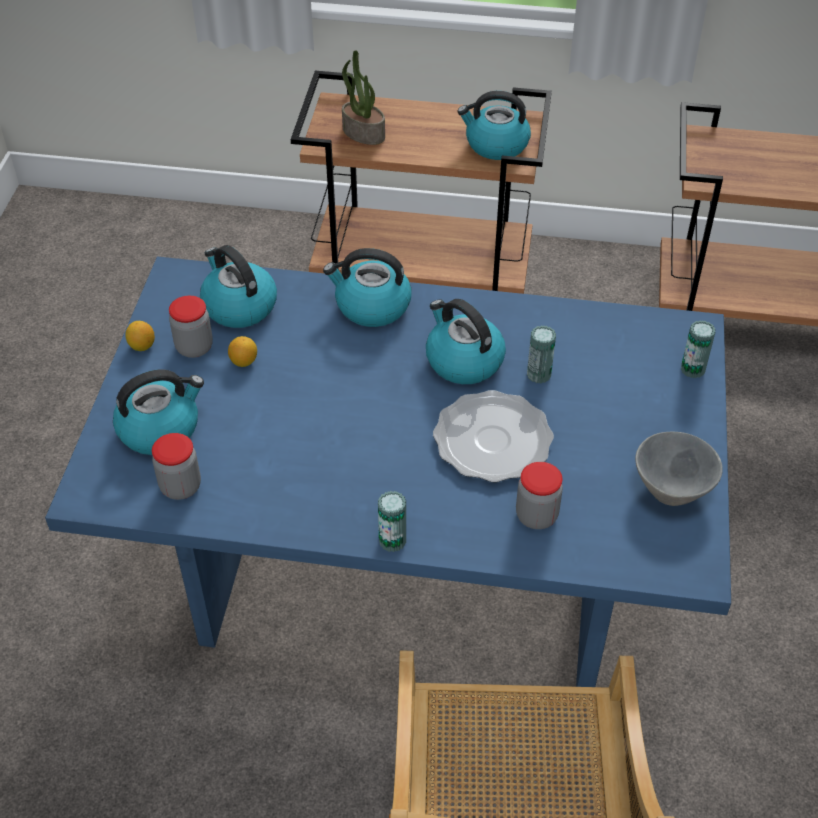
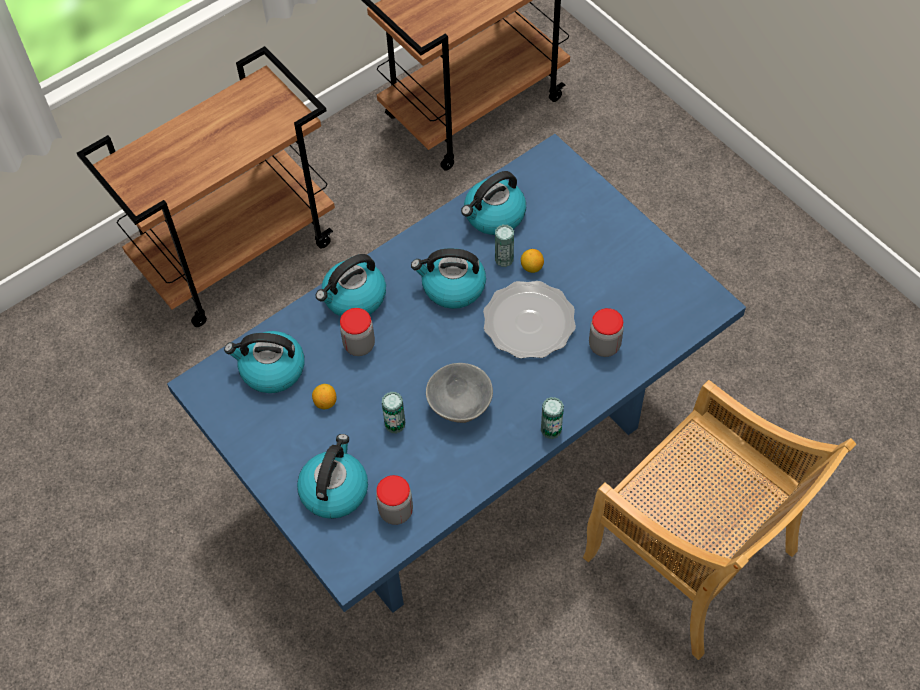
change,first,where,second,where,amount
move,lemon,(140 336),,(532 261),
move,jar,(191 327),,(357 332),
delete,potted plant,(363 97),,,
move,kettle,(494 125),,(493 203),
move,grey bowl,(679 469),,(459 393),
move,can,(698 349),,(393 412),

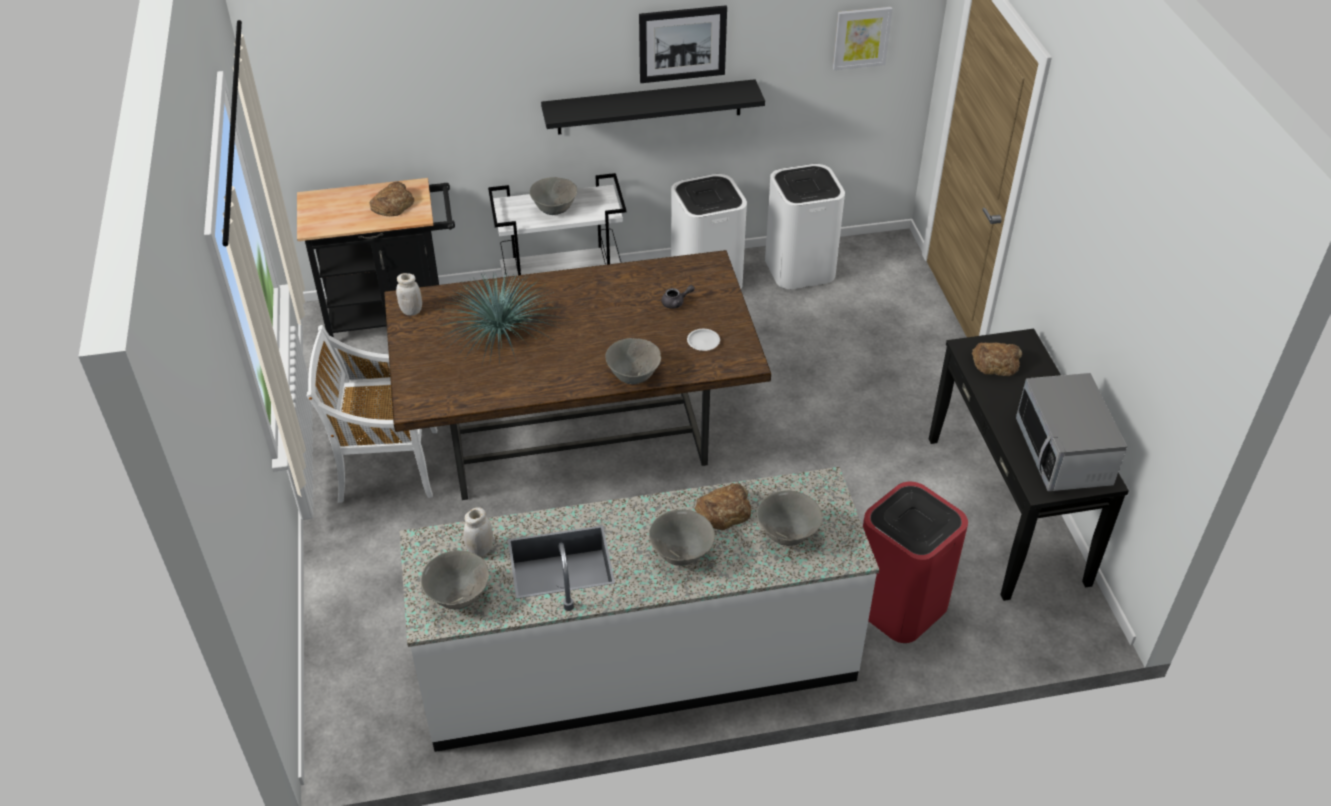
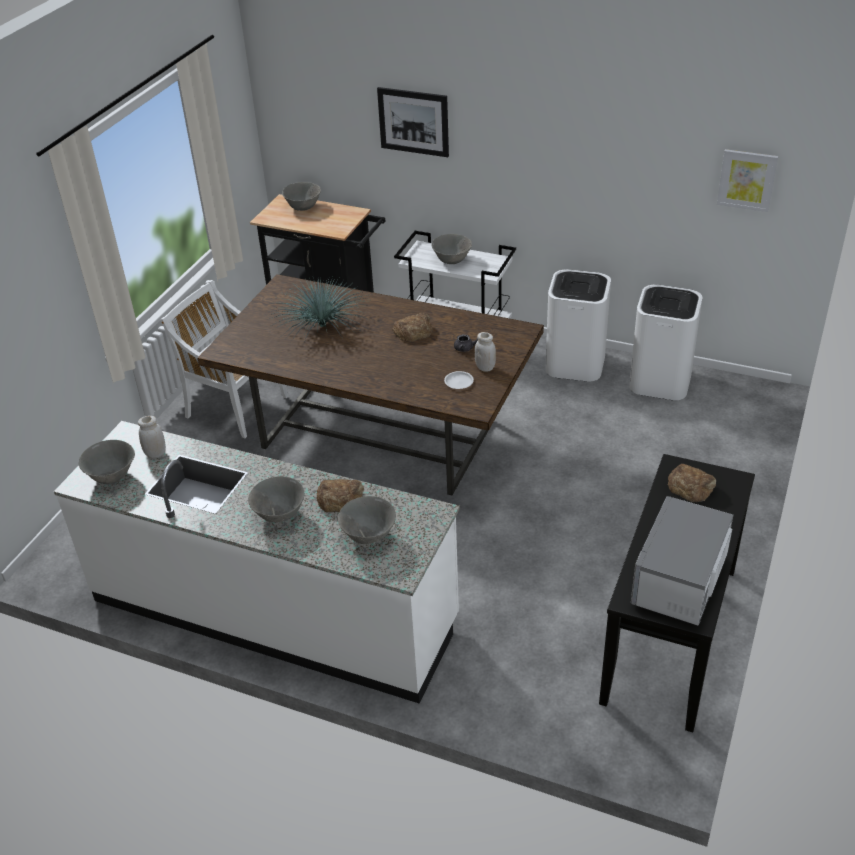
change,first,where,second,where,amount
move,bread,(392 198),,(412 327),
move,white jar,(409 294),,(485 352),
delete,black shelf,(653 107),,,
move,grey bowl,(633 361),,(301 196),
move,picture,(683 44),,(413 122),
delete,red trash can,(915 562),,,

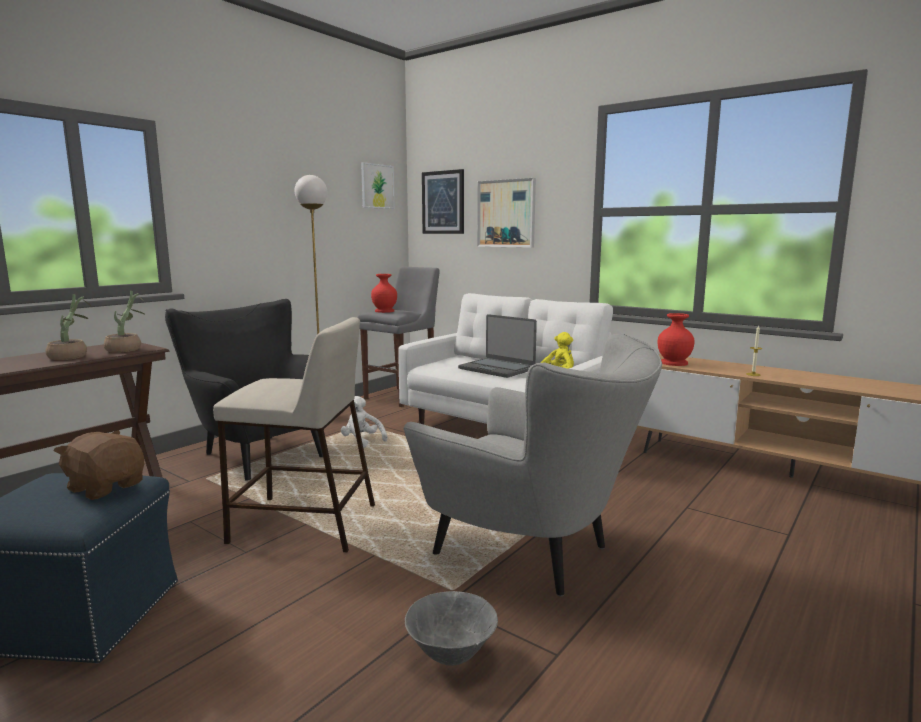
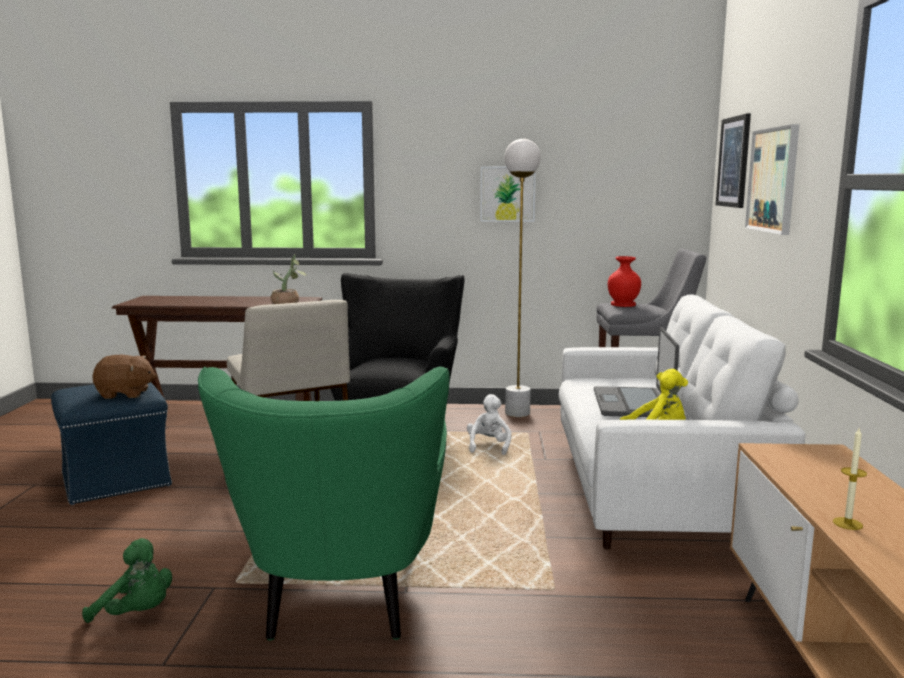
change,first,where,second,where,amount
delete,potted plant,(68 327),,,
rotate,brown plush toy,(99 465),,(124 377),90 degrees clockwise
move,picture,(378 185),,(508 194),
recolor,grey armchair,(532 465),green armchair,(324 504),
replace,grey bowl,(451 628),green plush toy,(127 580),
delete,red vase,(676 339),,,

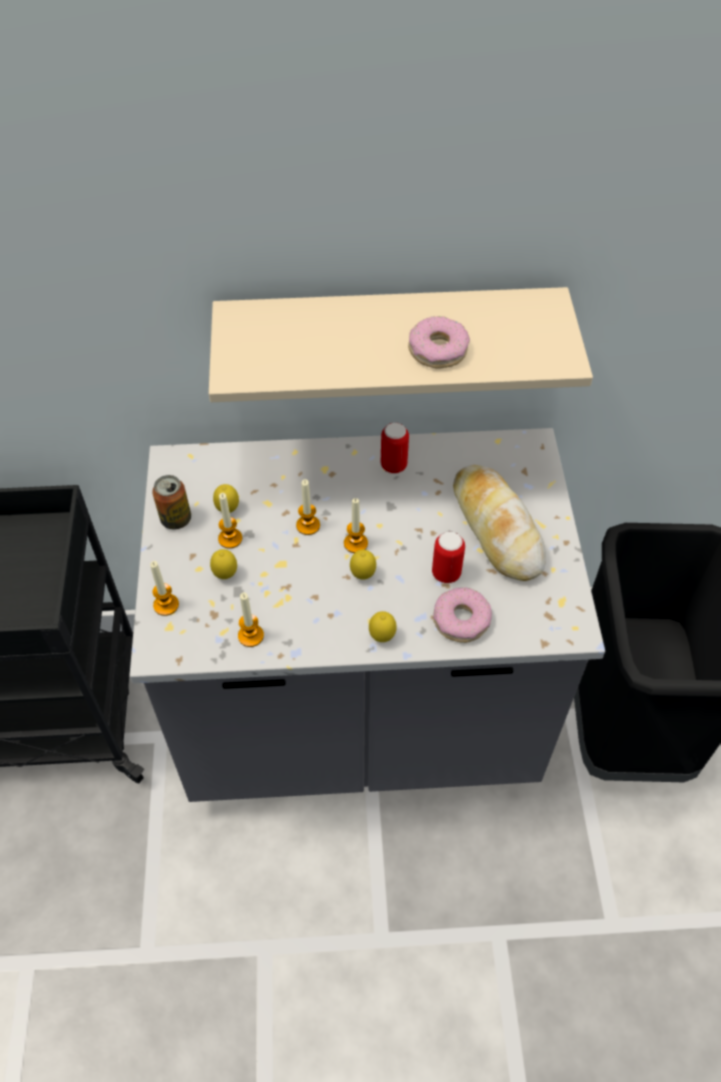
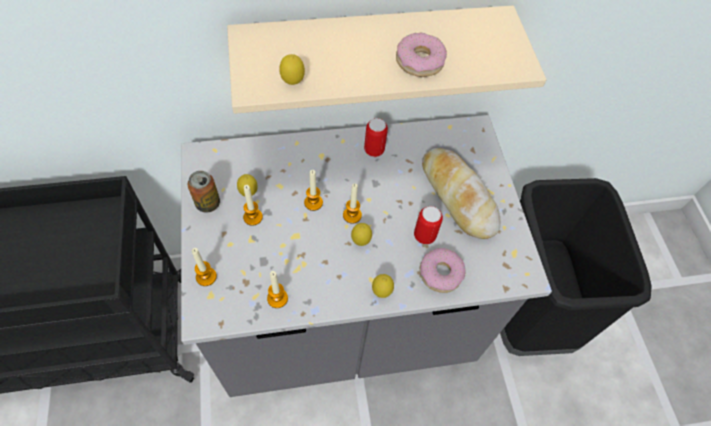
change,first,where,second,where,amount
move,lemon,(223 564),,(292 69),

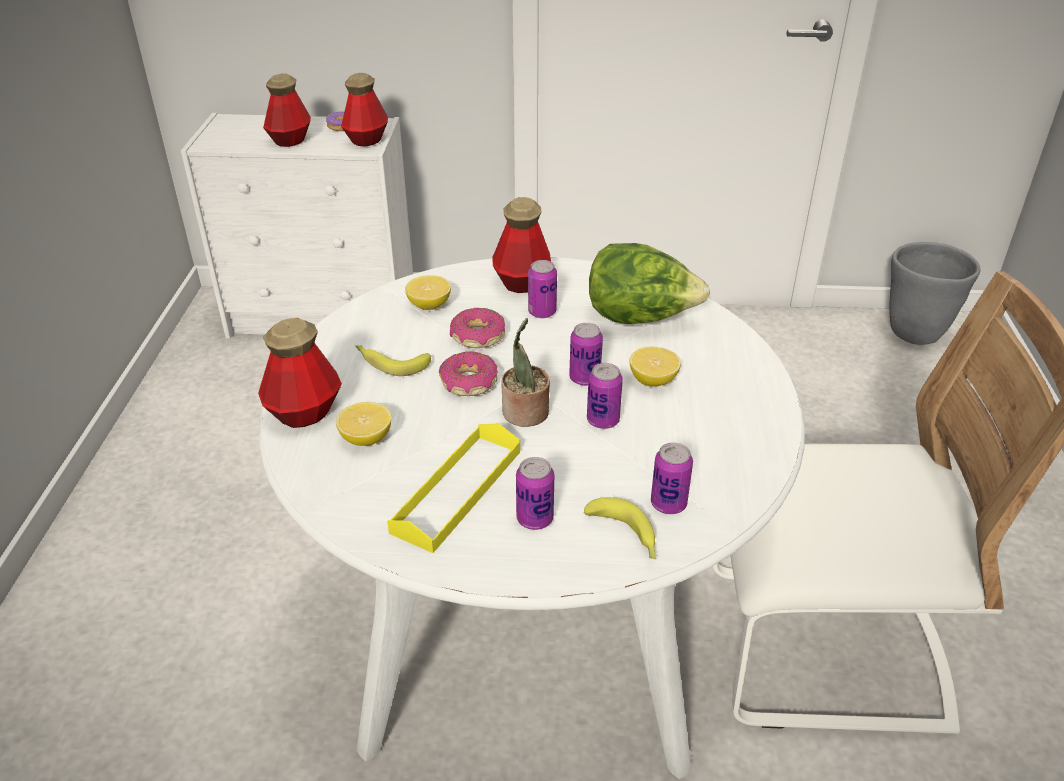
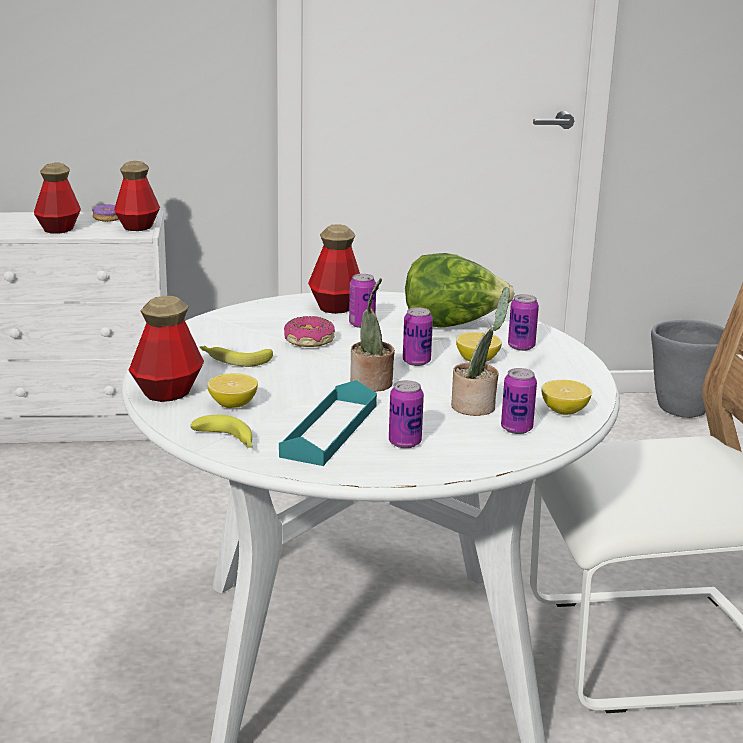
change,first,where,second,where,amount
recolor,yellow tray,(453 488),turquoise tray,(328 423),
move,lemon,(428 292),,(566 397),
delete,donut,(468 373),,,
move,banana,(620 528),,(221 431),
move,can,(605 396),,(523 322),
insert,,,potted plant,(480 351),

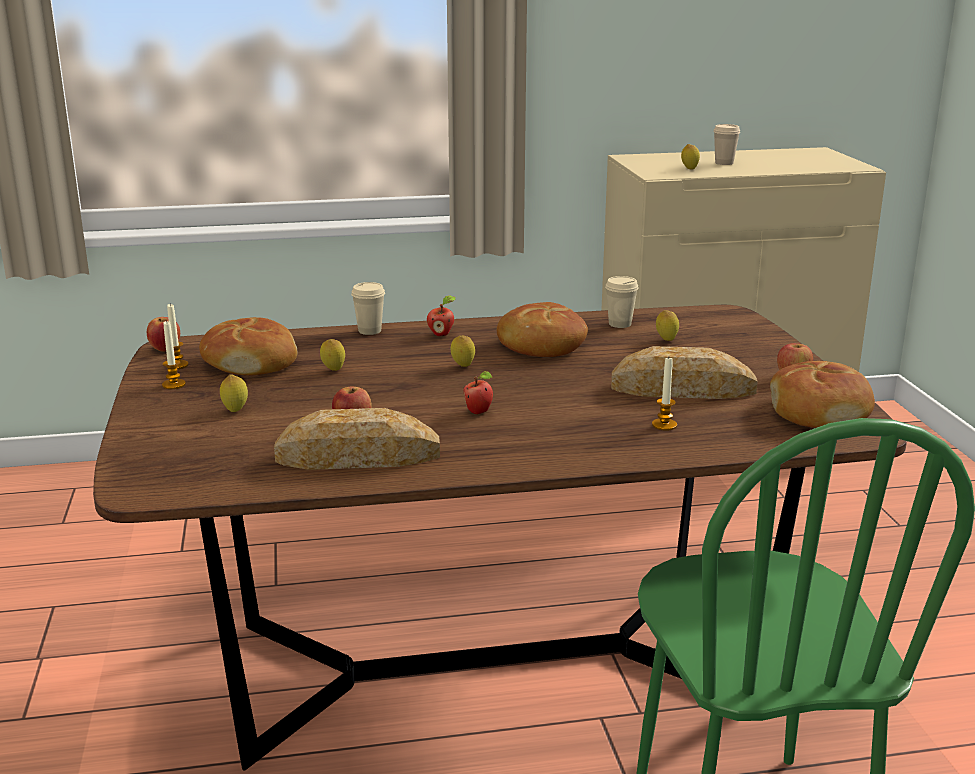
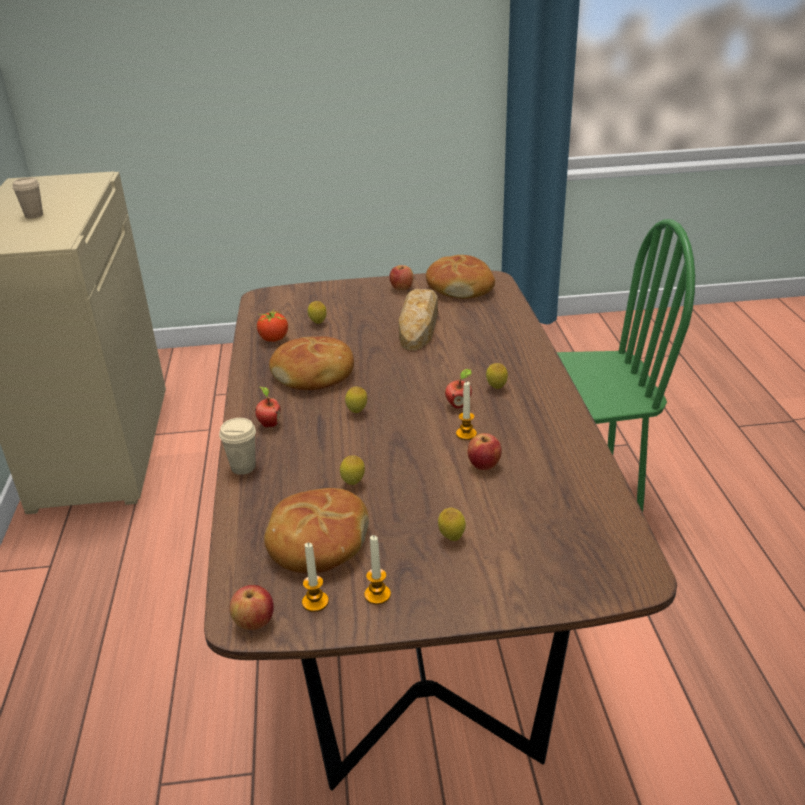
change,first,where,second,where,amount
delete,bread,(357 439),,,
replace,beige cup,(622 302),tomato,(272 326),
move,candle,(664 394),,(466 411),
move,lemon,(690 157),,(497 376),

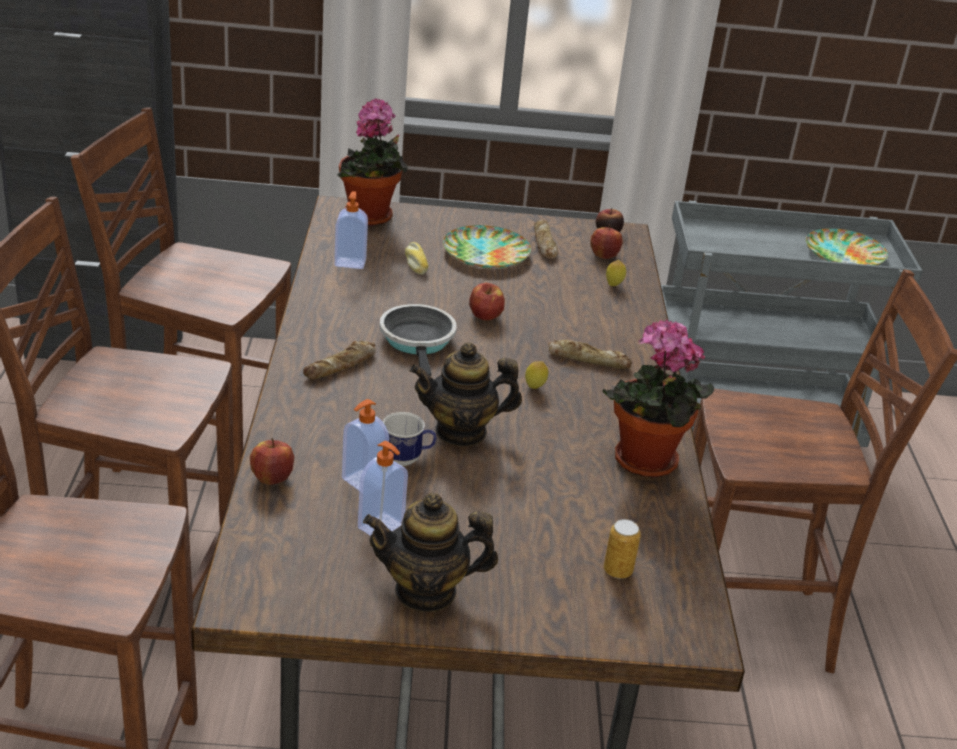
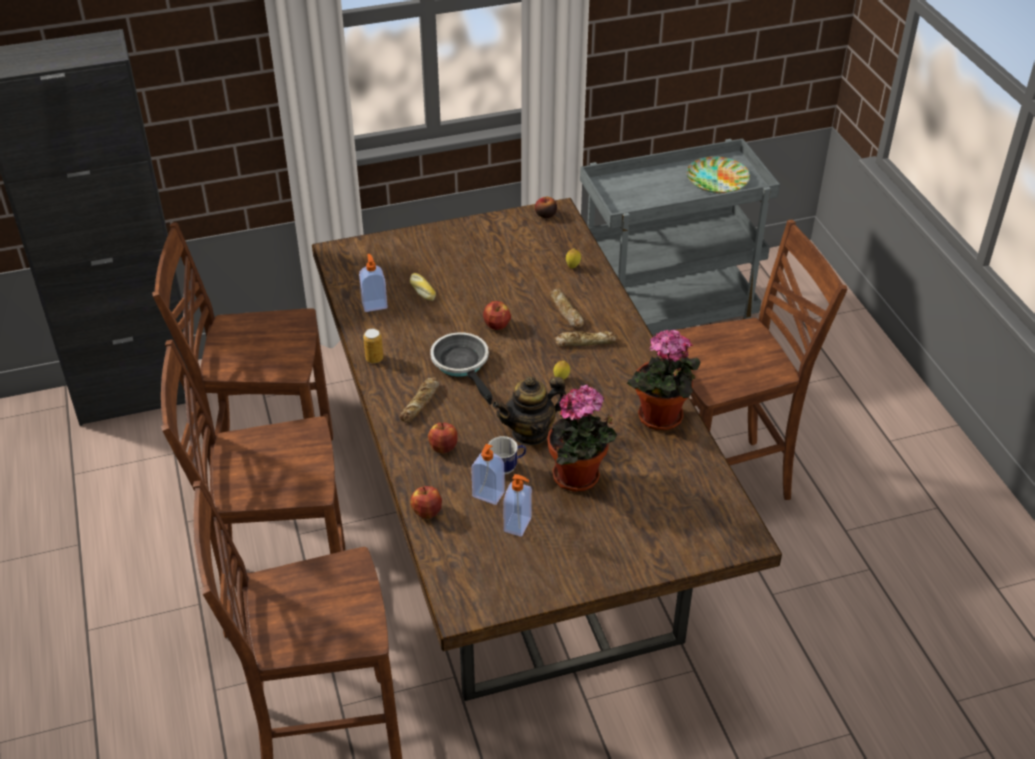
change,first,where,second,where,amount
move,potted plant,(372 162),,(582 438),
delete,teapot,(430 552),,,
delete,plate,(487 247),,,
move,bread,(546 239),,(567 308),
move,apple,(607 242),,(443 438),
move,can,(622 549),,(373 346),

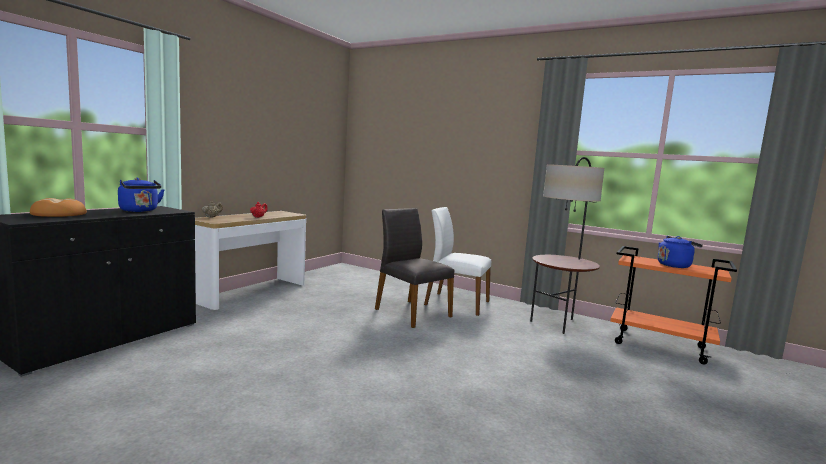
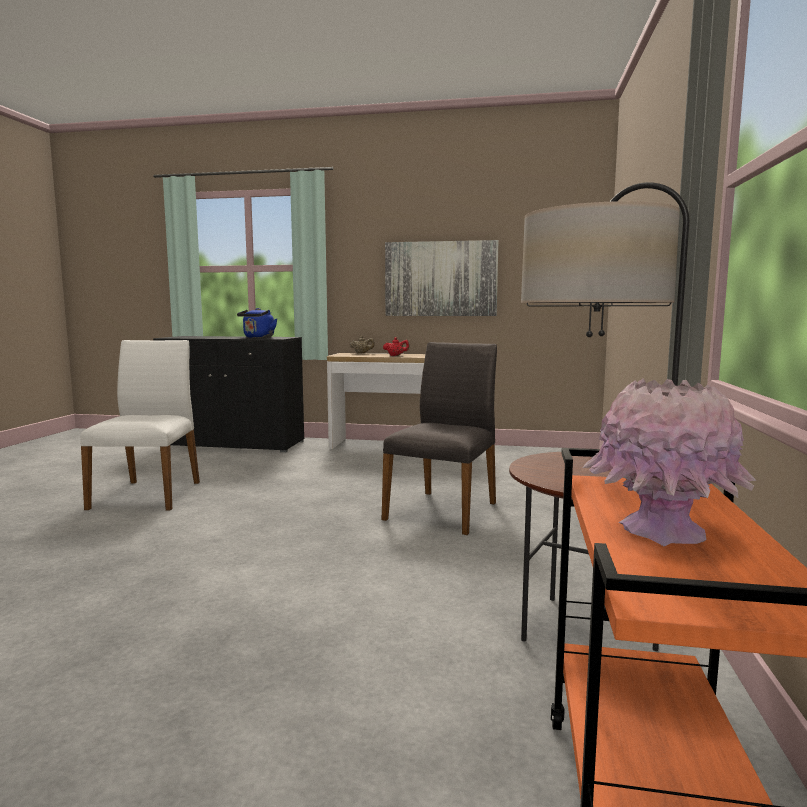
change,first,where,second,where,amount
delete,bread,(58 207),,,
move,white chair,(457 261),,(140 425),
replace,blue kettle,(680 252),pink vase,(670 462),
insert,,,picture,(441 278),

